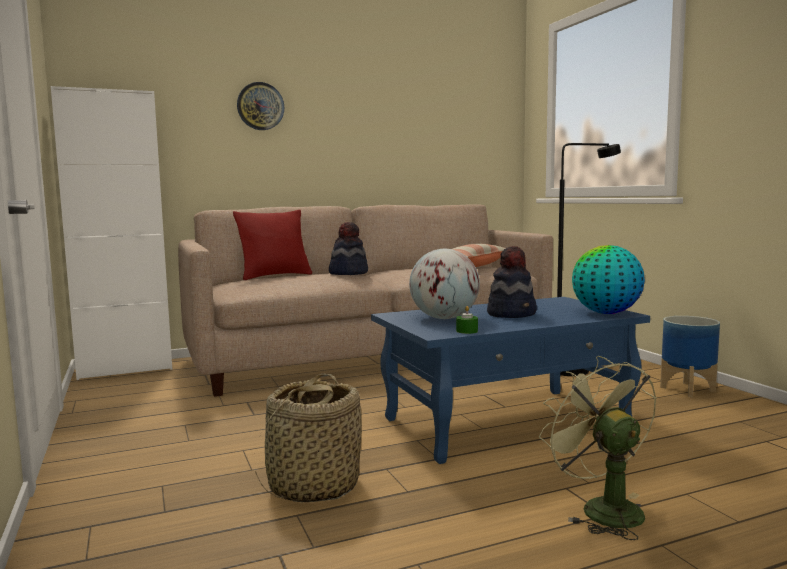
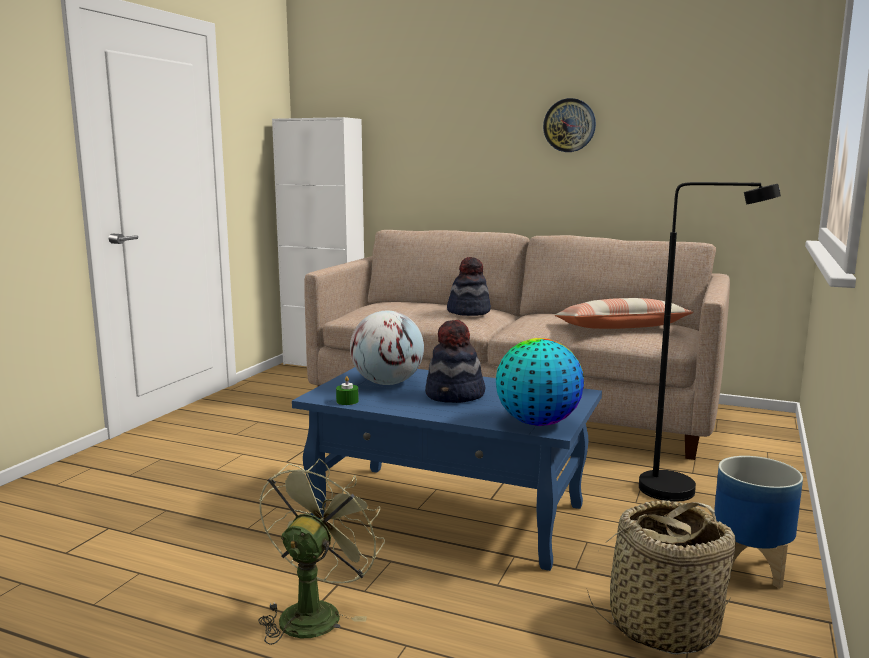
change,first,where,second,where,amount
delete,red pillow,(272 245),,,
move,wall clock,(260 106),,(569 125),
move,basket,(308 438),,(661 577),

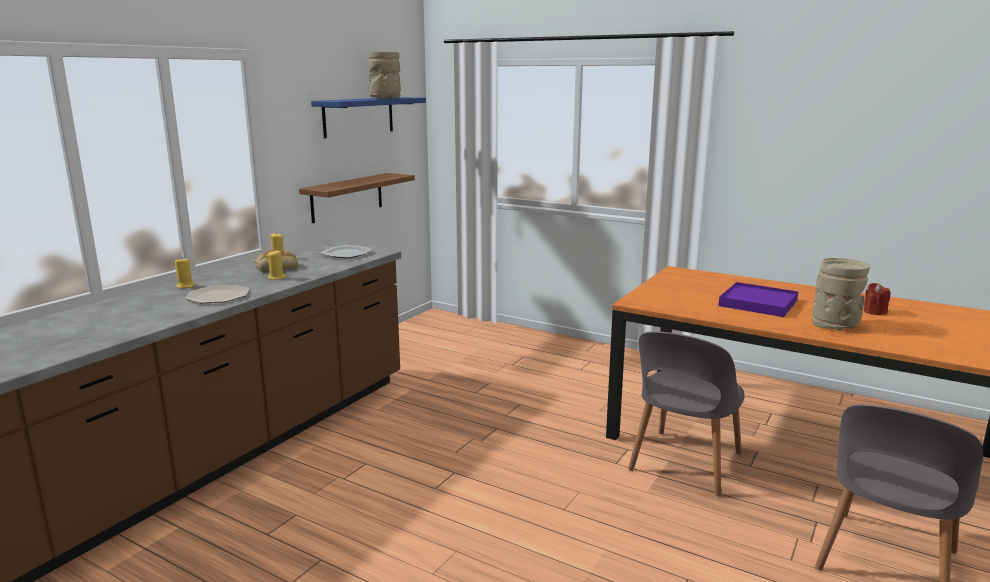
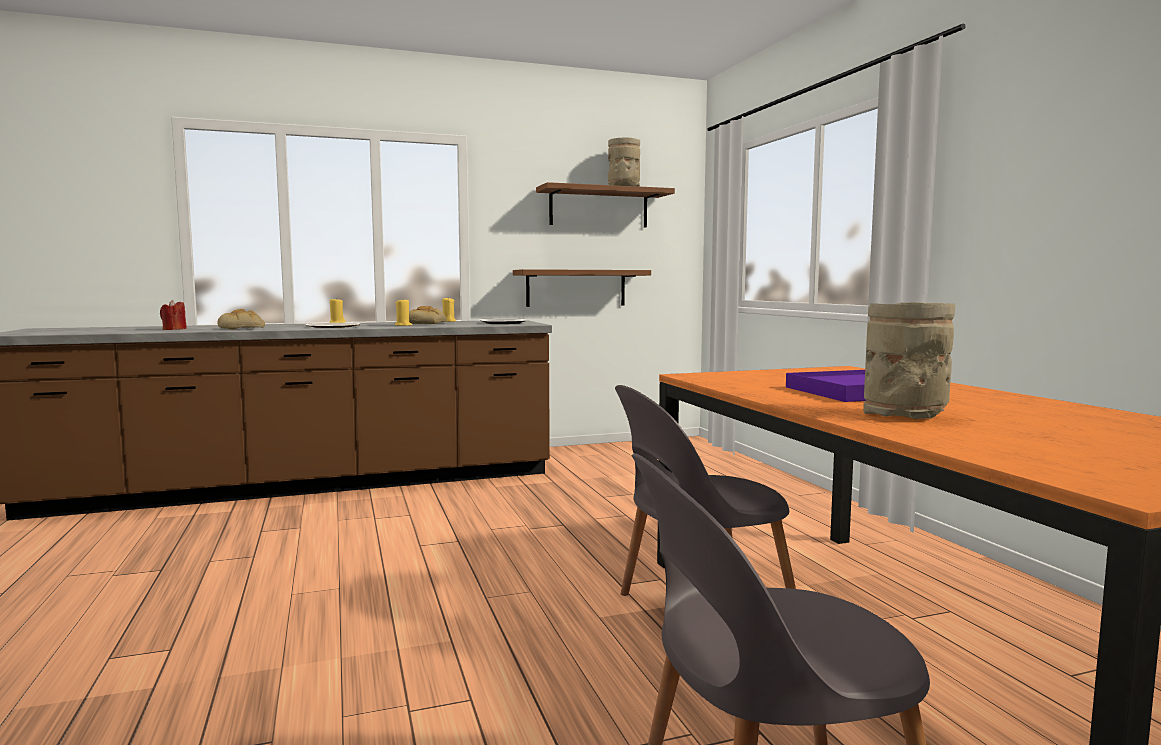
change,first,where,second,where,amount
recolor,blue shelf,(368 117),brown shelf,(605 205),
move,red candle,(877 299),,(173 315),
insert,,,bread,(241 319),

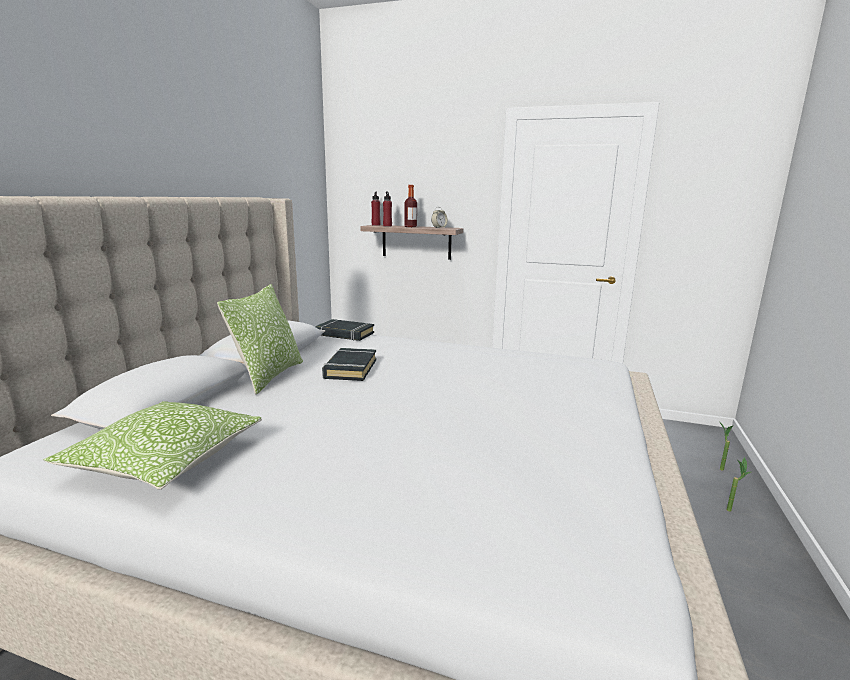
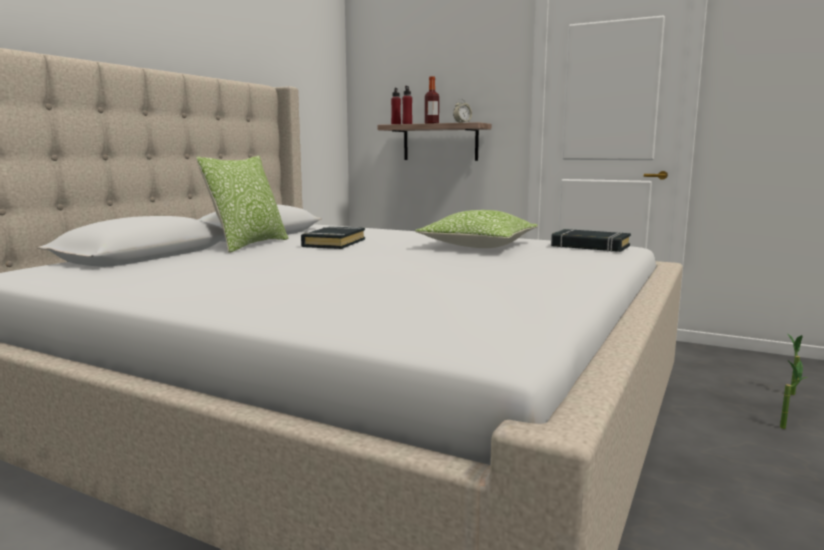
change,first,where,second,where,amount
move,pillow,(153 445),,(476 229),
move,black book,(344 330),,(591 240),

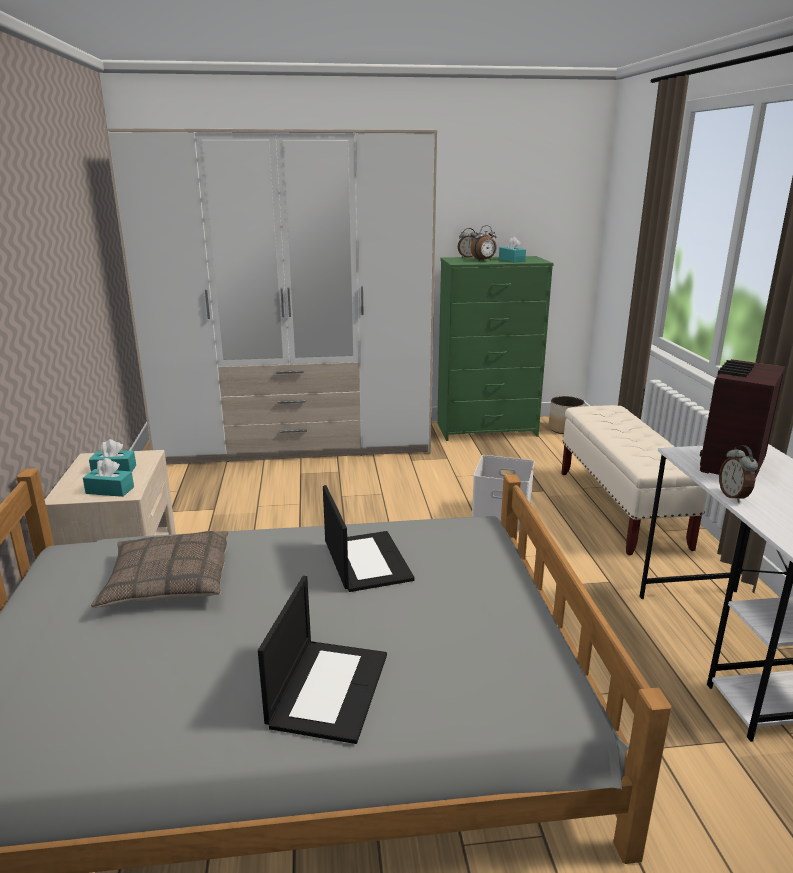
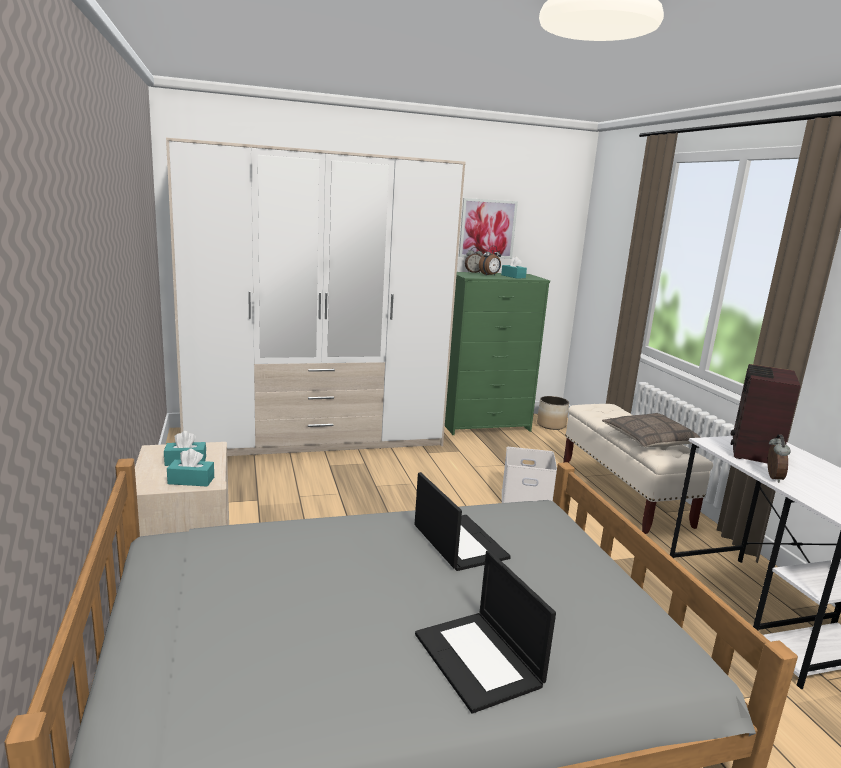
change,first,where,second,where,amount
move,pillow,(160 569),,(651 430),
rotate,laptop,(322 660),,(485 632),150 degrees clockwise
rotate,alarm clock,(738 474),,(779 458),150 degrees counterclockwise
insert,,,picture,(488 228),

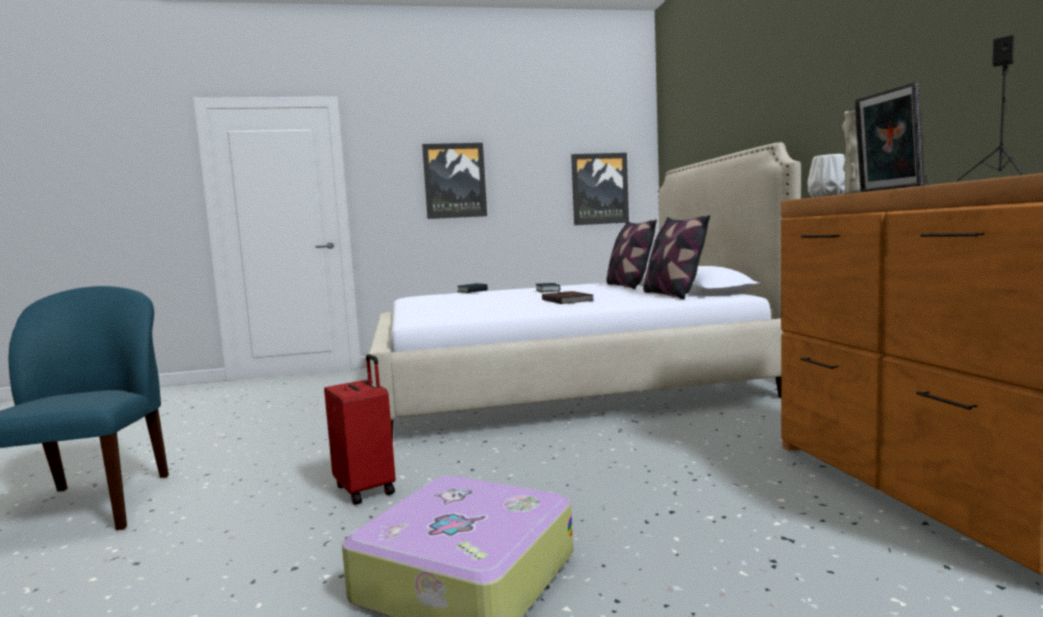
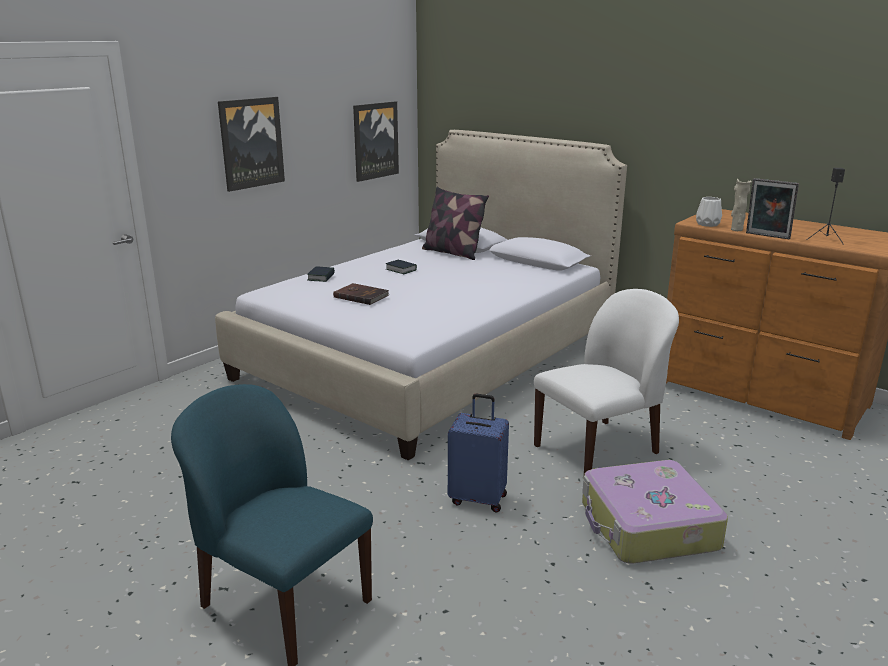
change,first,where,second,where,amount
recolor,red suitcase,(360 429),blue suitcase,(478 453),
move,brown book,(568 297),,(361 294),
delete,pillow,(676 257),,,
insert,,,white chair,(606 384),

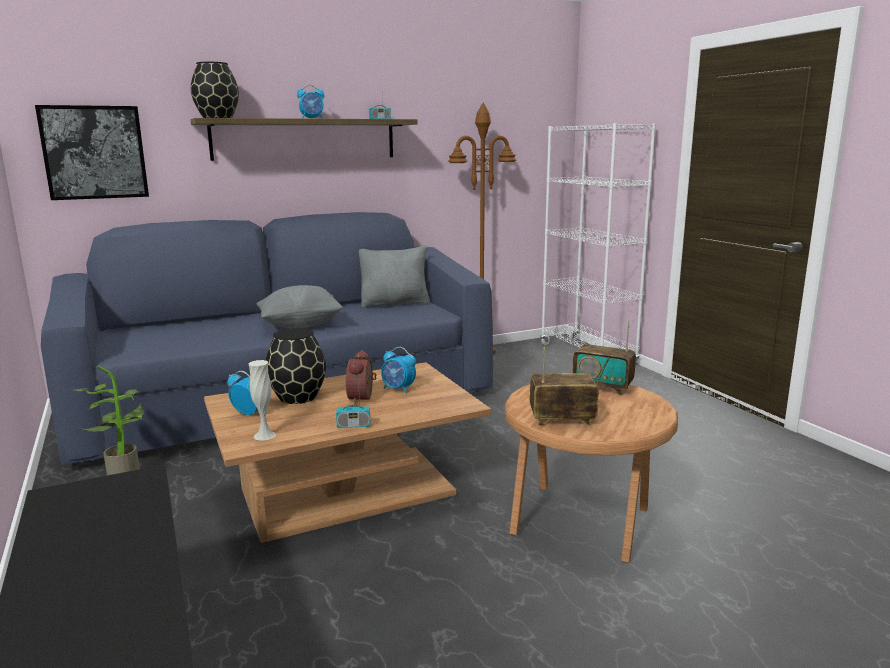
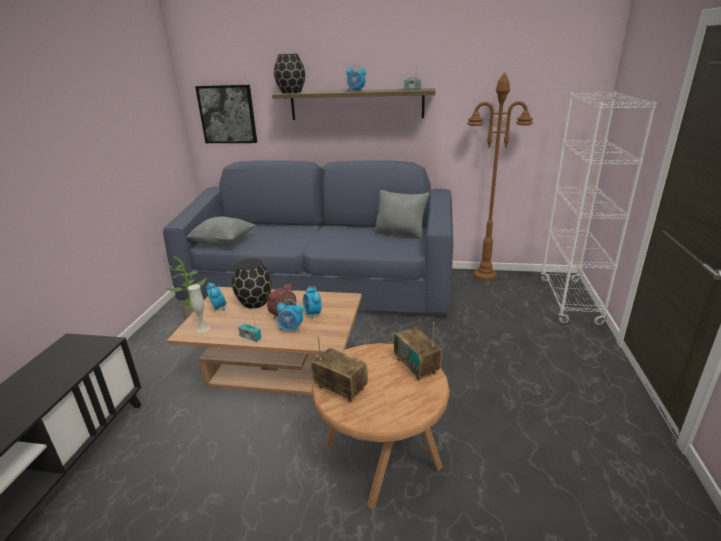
change,first,where,second,where,amount
move,grey pillow,(299 306),,(221 232),
insert,,,alarm clock,(290 315),

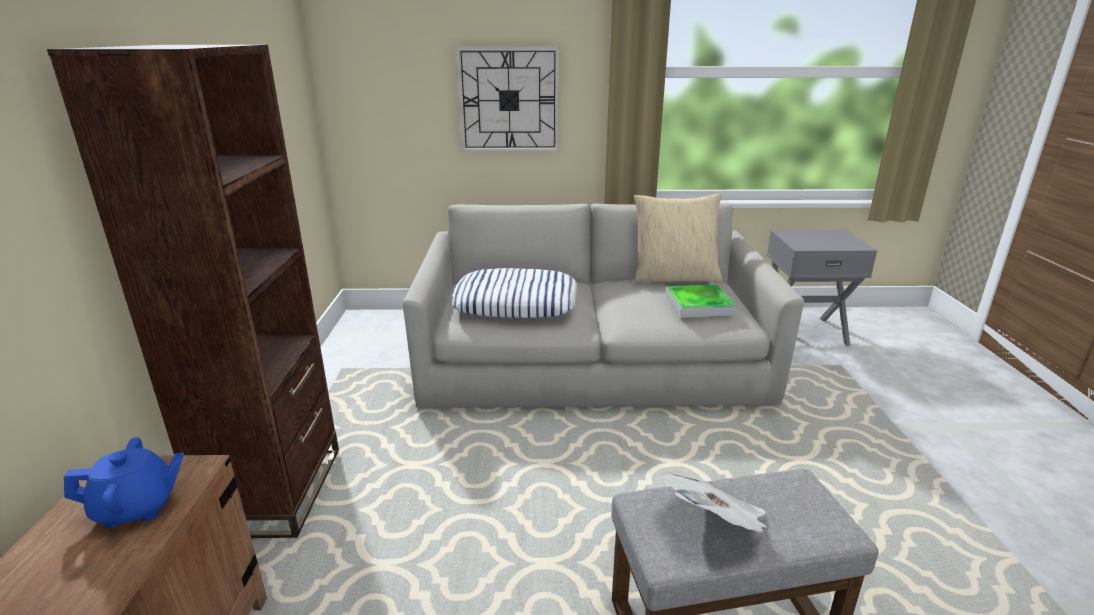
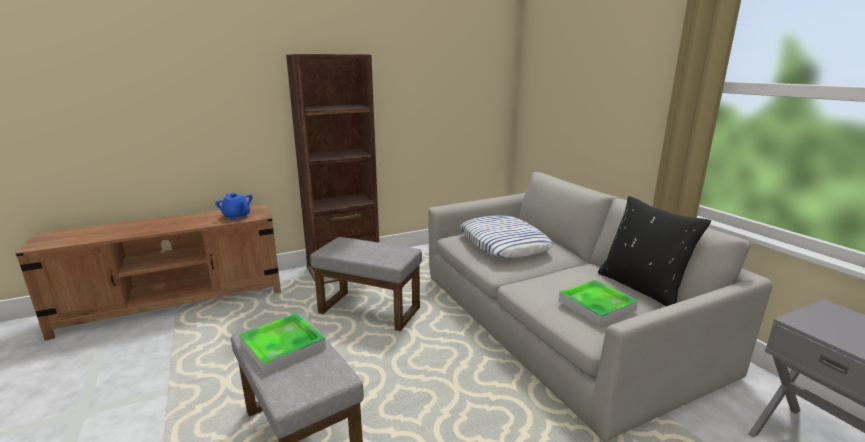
change,first,where,second,where,amount
delete,wall clock,(507 99),,,
recolor,beige pillow,(678 239),black pillow,(654 251),
replace,newspaper,(714 502),tray,(282 344),
insert,,,grey ottoman,(366 284),

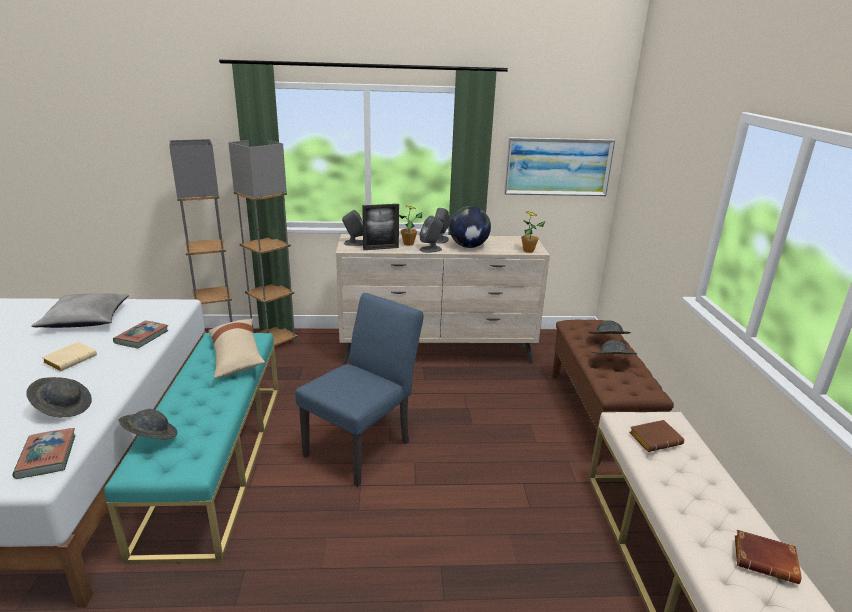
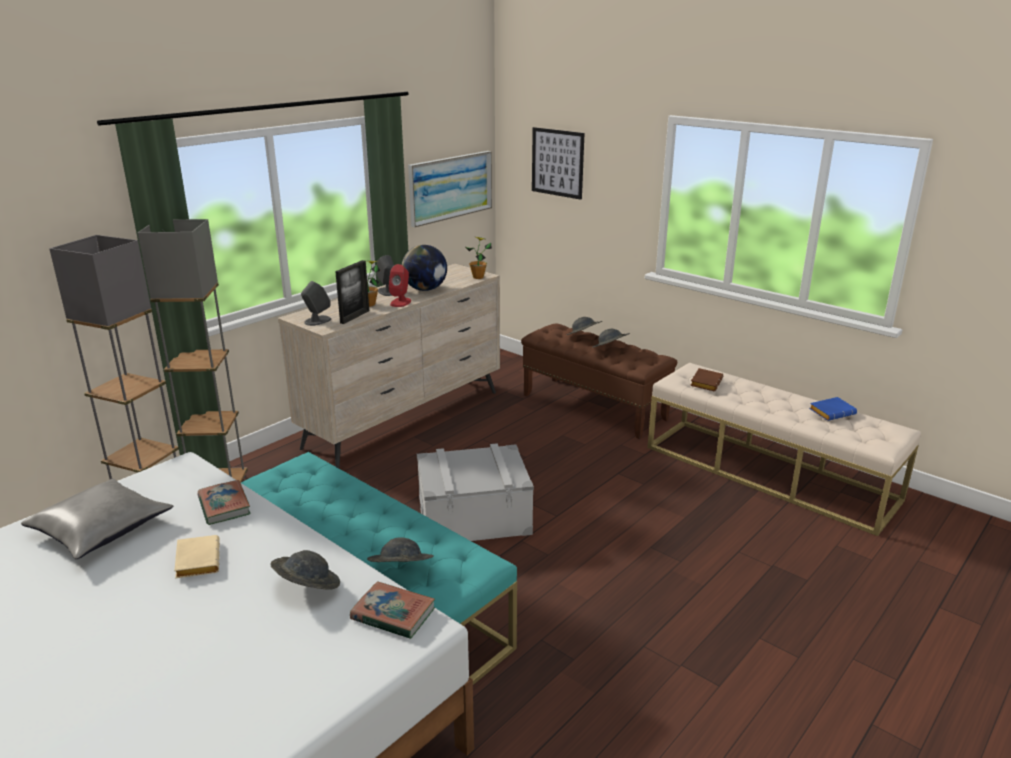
change,first,where,second,where,amount
delete,beige pillow,(236 348),,,
replace,blue chair,(360 390),grey storage box,(475 492),
recolor,grey speaker,(431 234),red speaker,(399 285),
recolor,brown book,(768 557),blue book,(833 409),
insert,,,picture,(558 163),

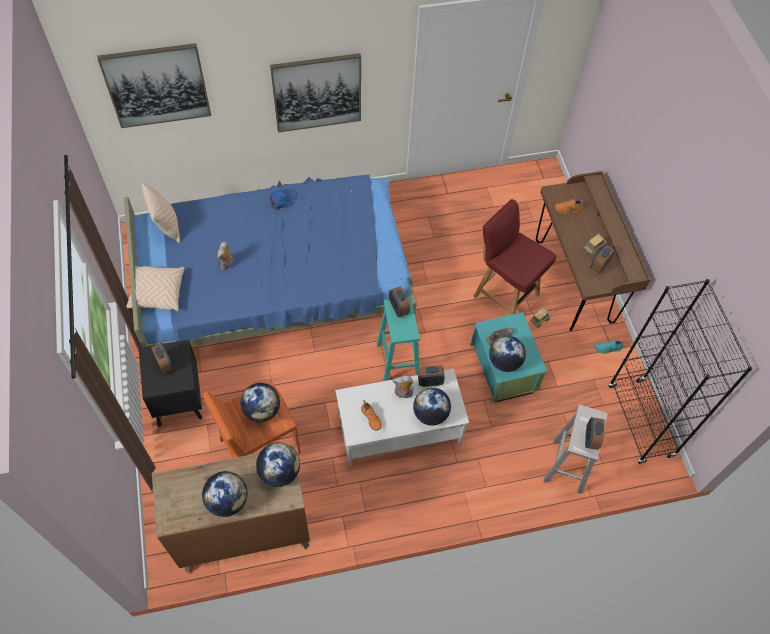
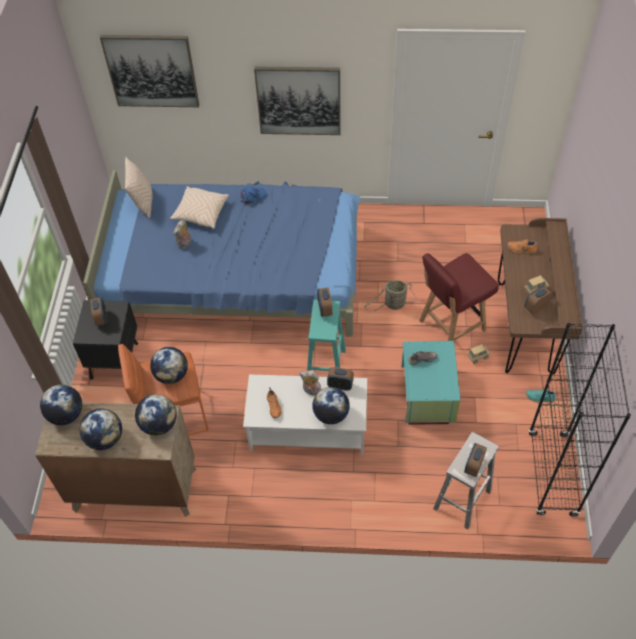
change,first,where,second,where,amount
move,beige pillow,(155 288),,(199 207),
rotate,red chair,(514 257),,(459 297),90 degrees counterclockwise
move,globe,(507 354),,(61 404),
insert,,,basket,(390 296),

